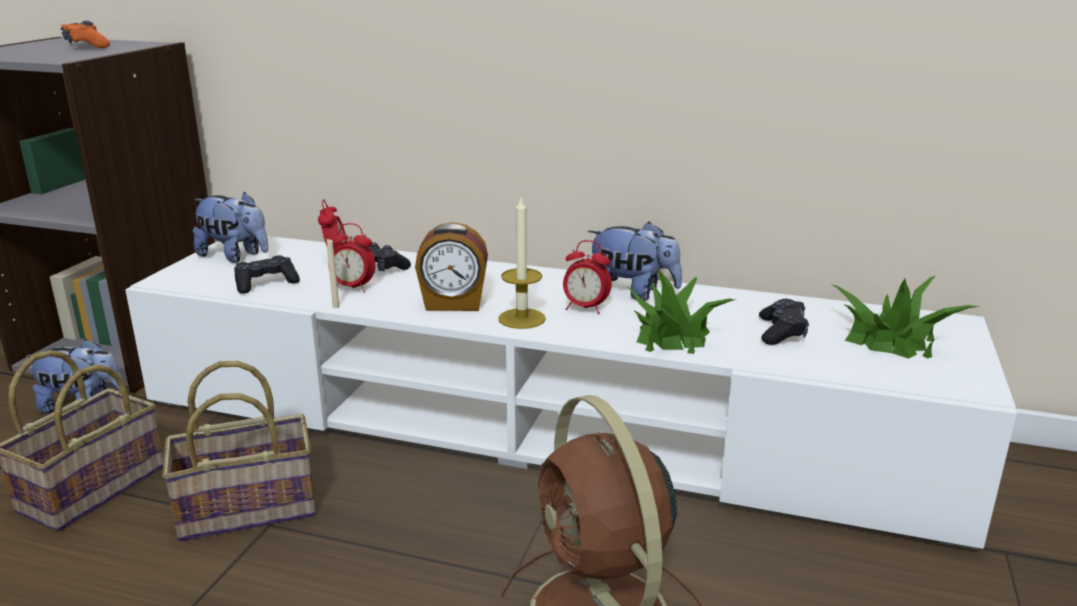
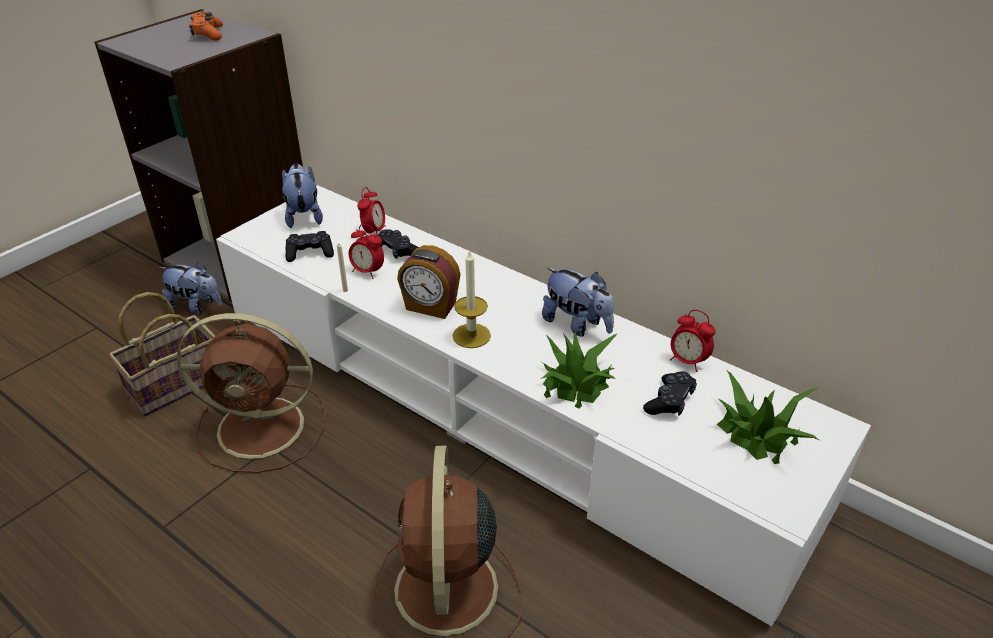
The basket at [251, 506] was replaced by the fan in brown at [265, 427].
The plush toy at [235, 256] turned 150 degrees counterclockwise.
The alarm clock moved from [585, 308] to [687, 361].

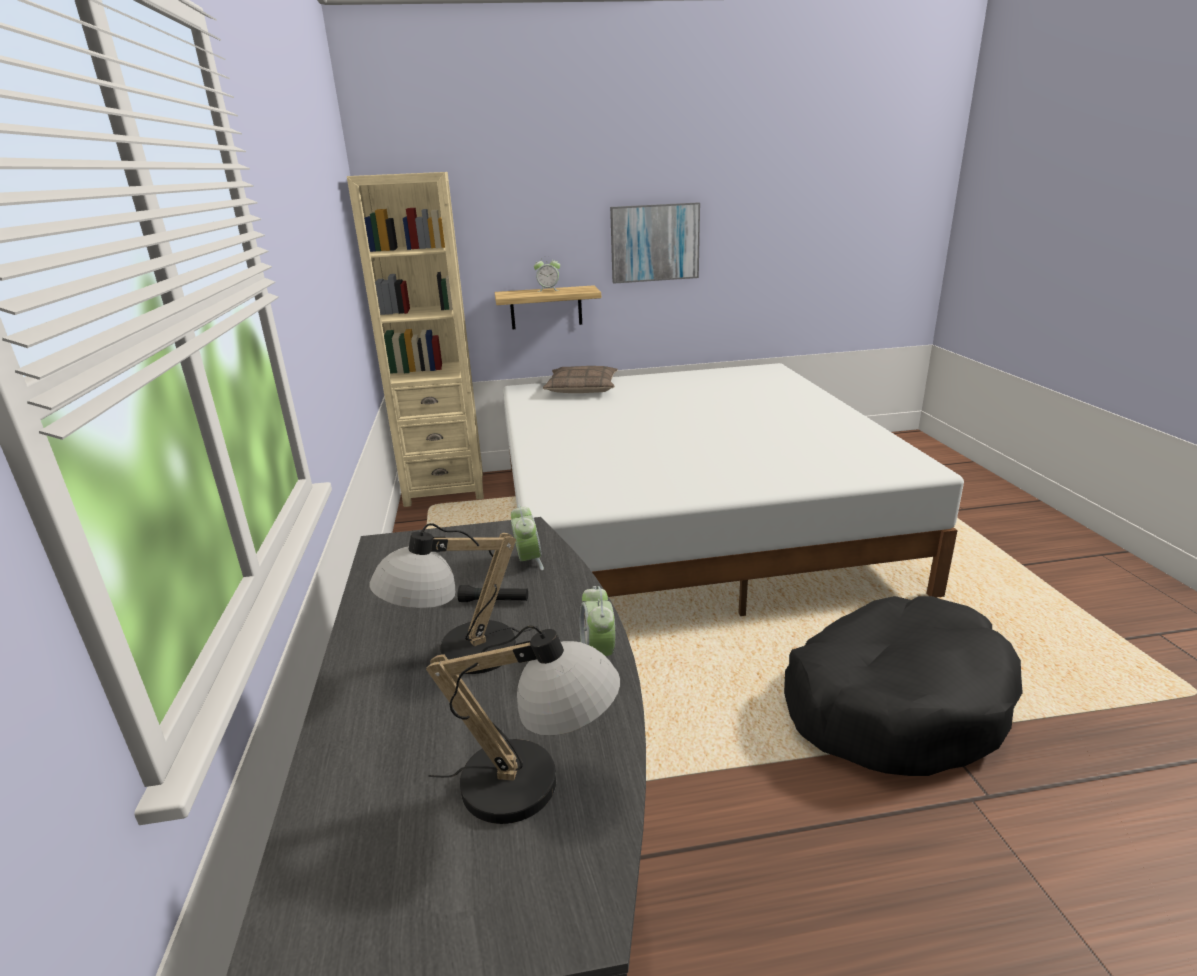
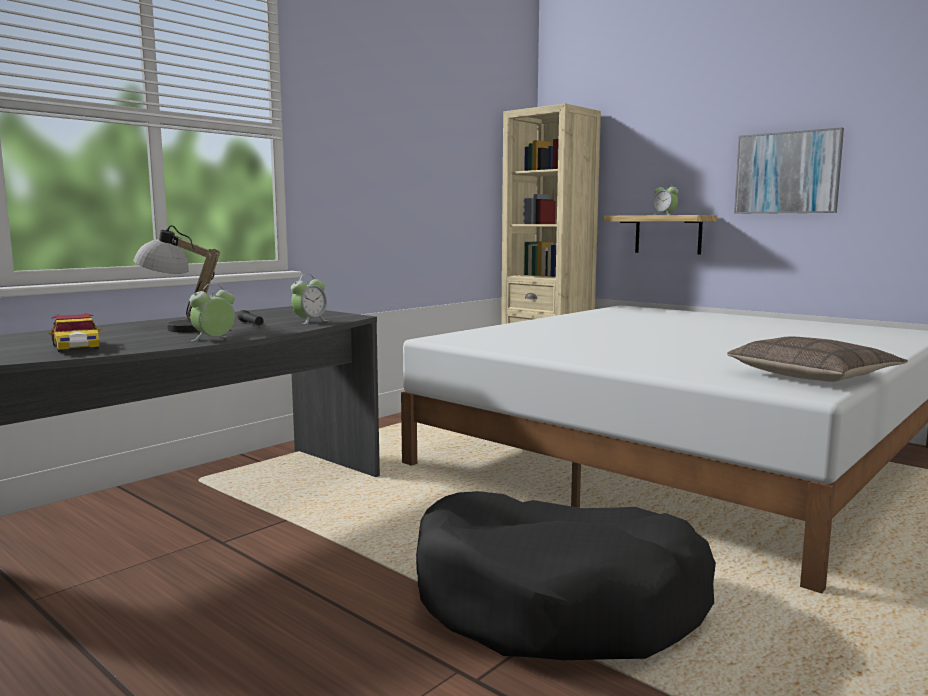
The table lamp at [536, 785] was replaced by the toy car at [76, 347].
The pillow moved from [582, 388] to [813, 375].

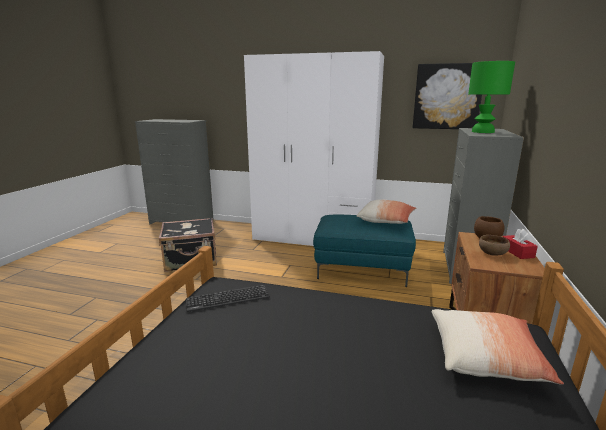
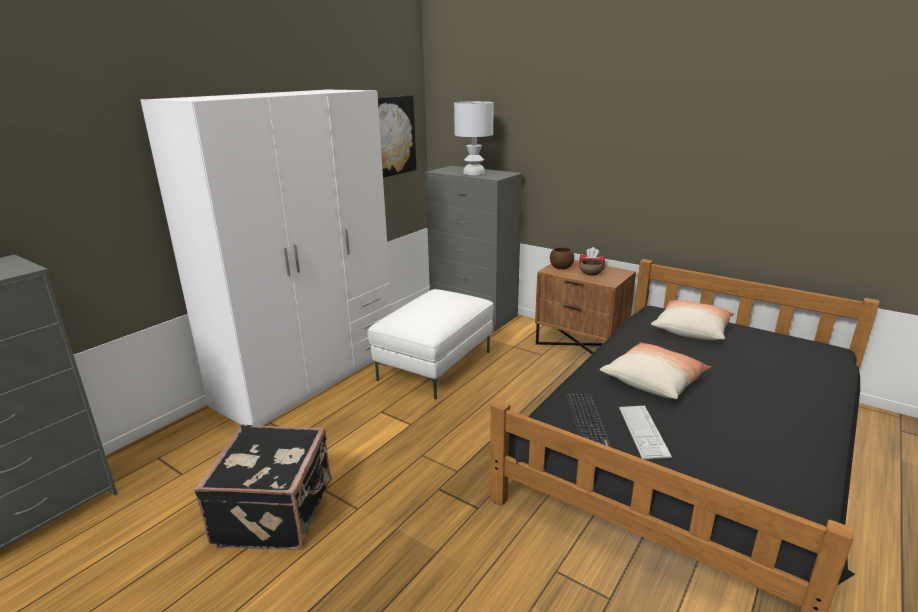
The ottoman in turquoise at [362, 269] became the ottoman in white at [434, 365].
The table lamp in green at [483, 132] became the table lamp in white at [473, 173].
The pillow moved from [386, 221] to [653, 381].
The keyboard at [643, 432] appeared.

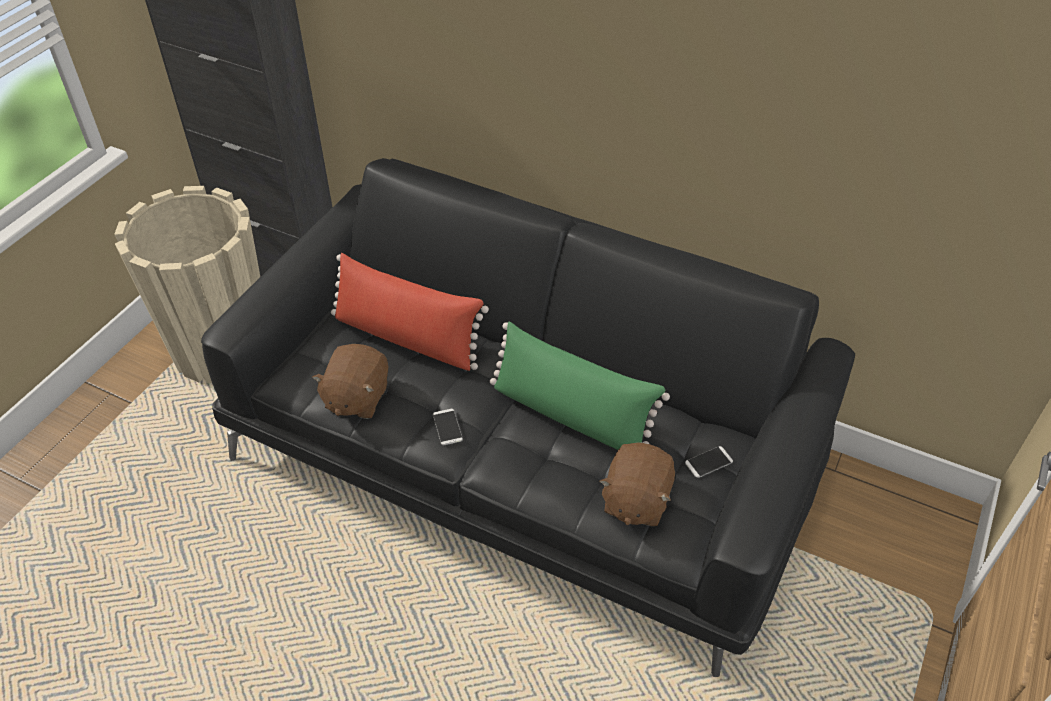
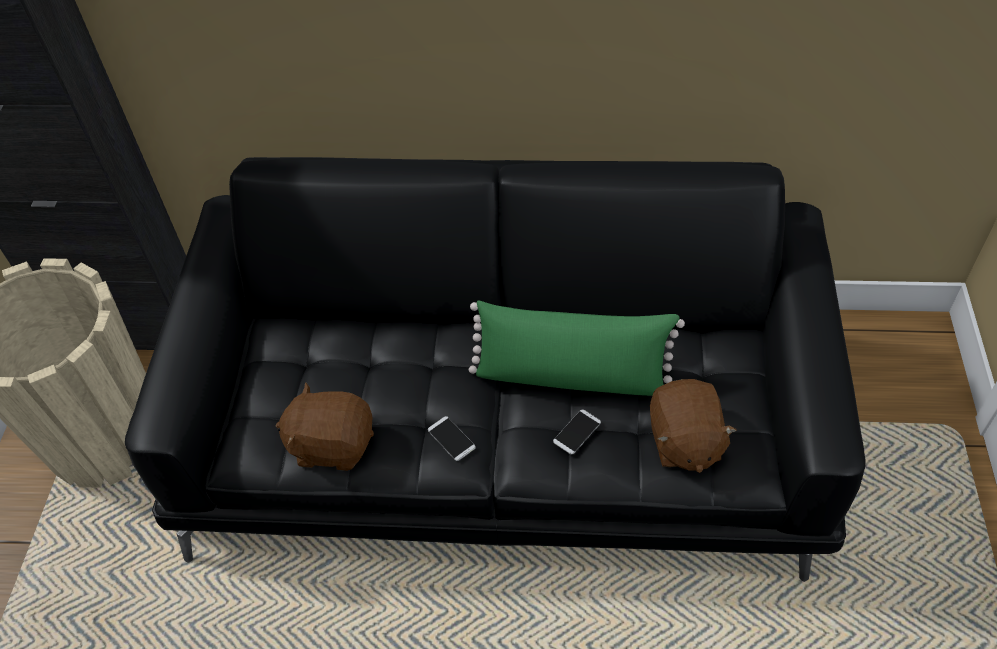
The plush toy in brown at [356, 398] turned 105 degrees clockwise.
The phone moved from [708, 462] to [577, 432].
The pillow in red at [407, 338] disappeared.

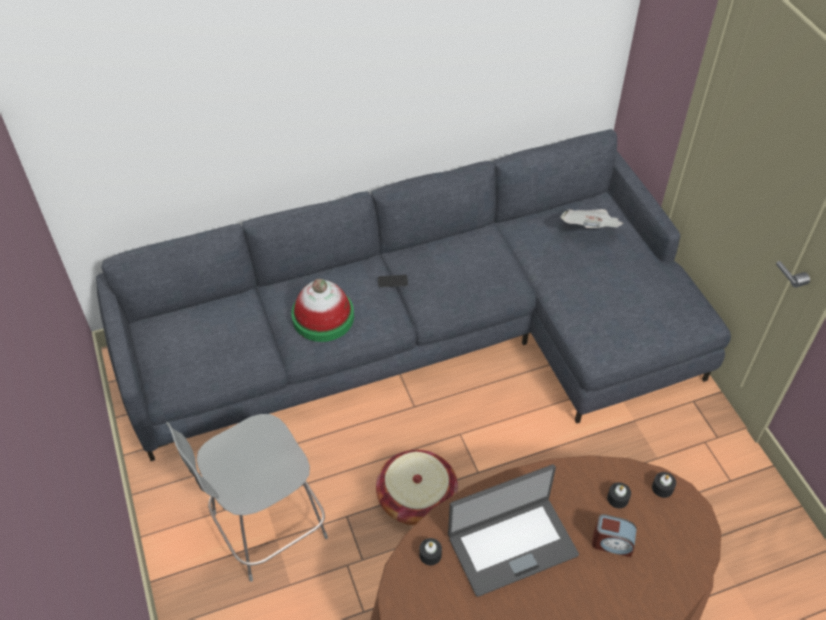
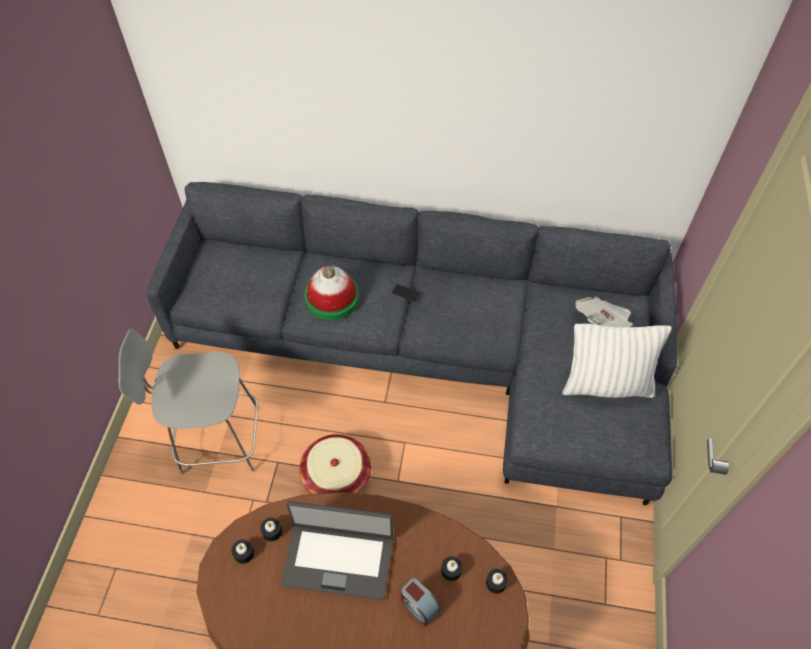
The candle in black at [244, 553] appeared.
The pillow in white at [606, 384] appeared.

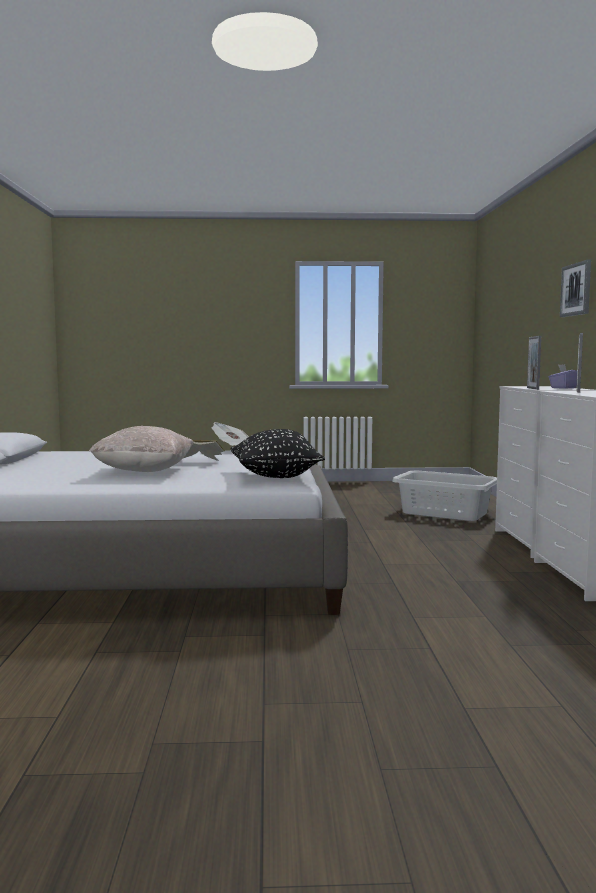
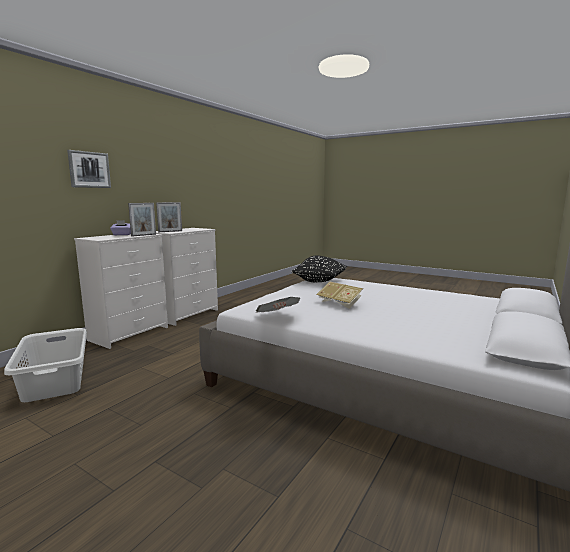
The pillow in beige at [144, 471] disappeared.

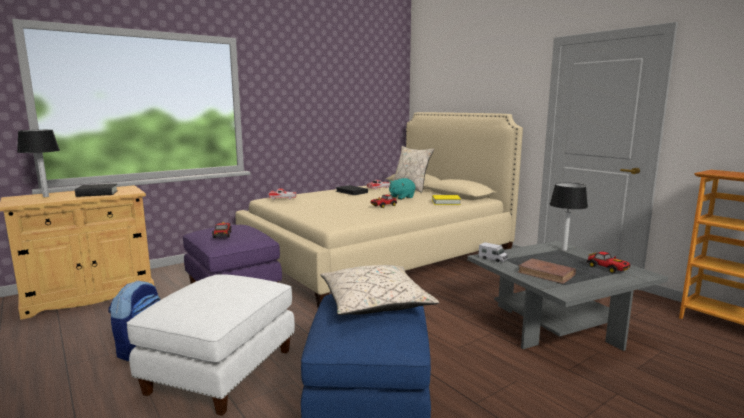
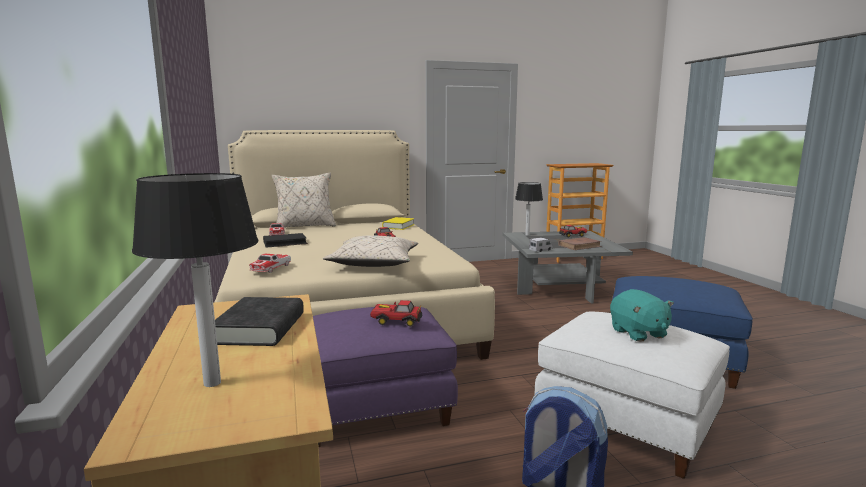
The pillow in beige moved from [375, 303] to [374, 264].
The plush toy in turquoise moved from [401, 197] to [638, 333].

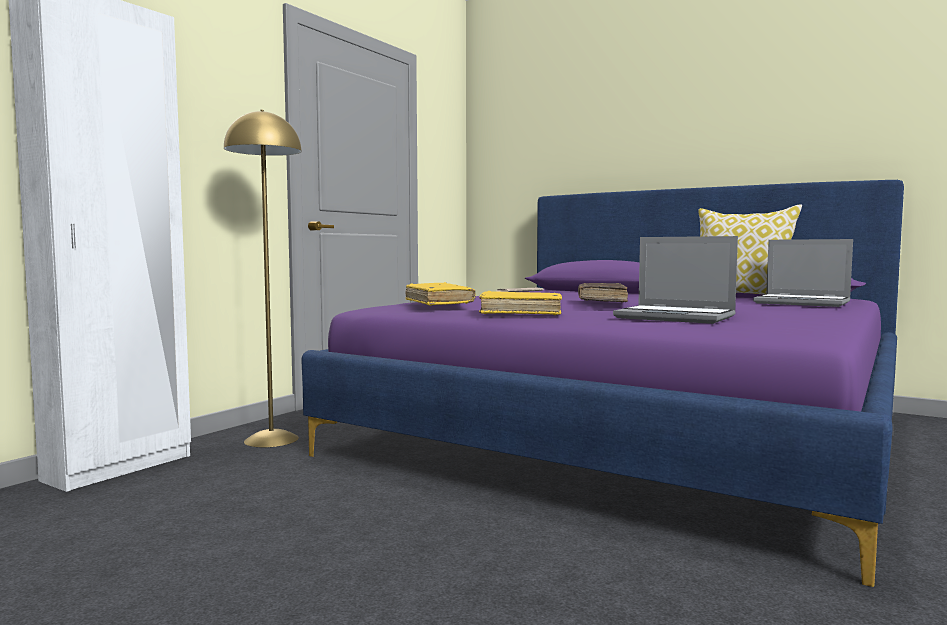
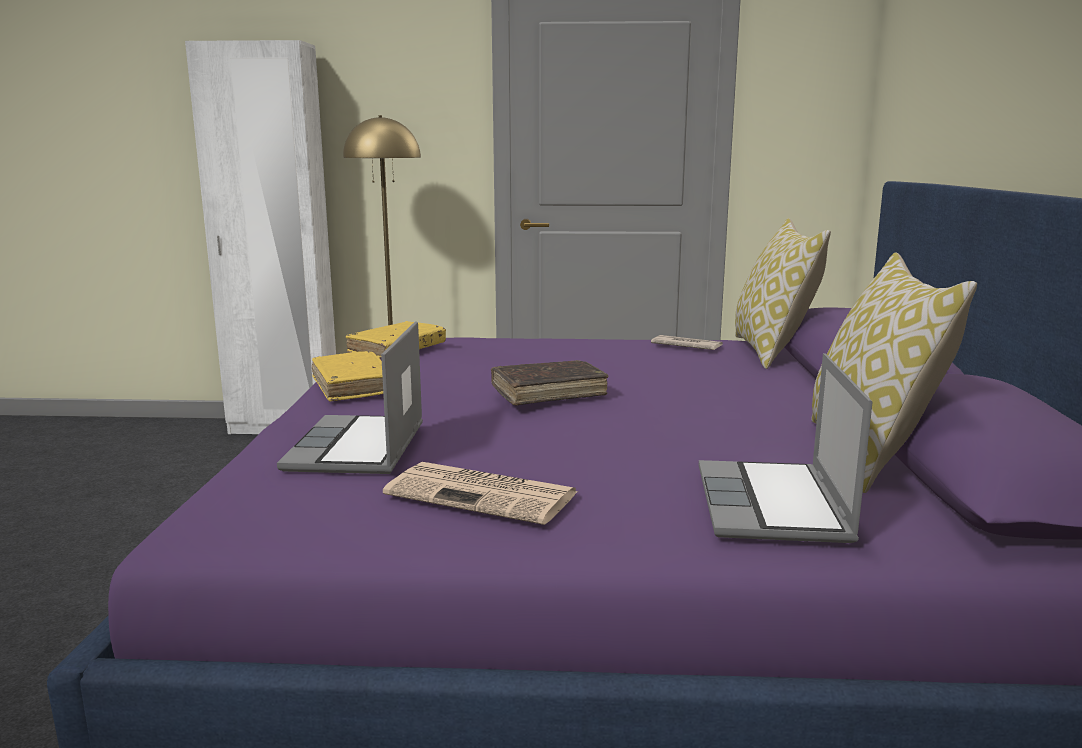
The newspaper at [484, 494] appeared.
The pillow at [772, 352] appeared.

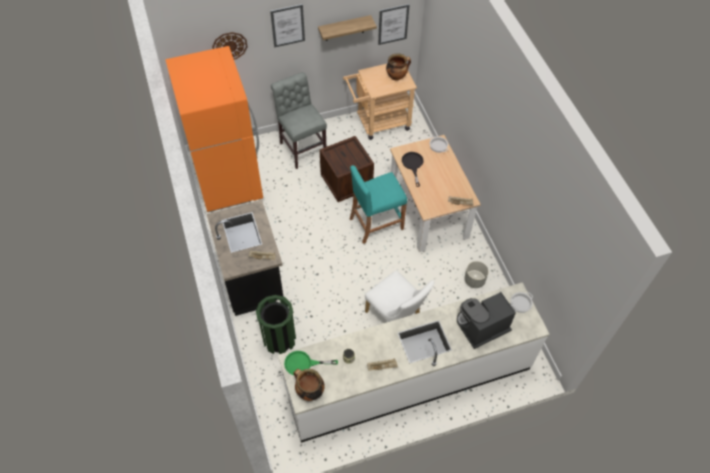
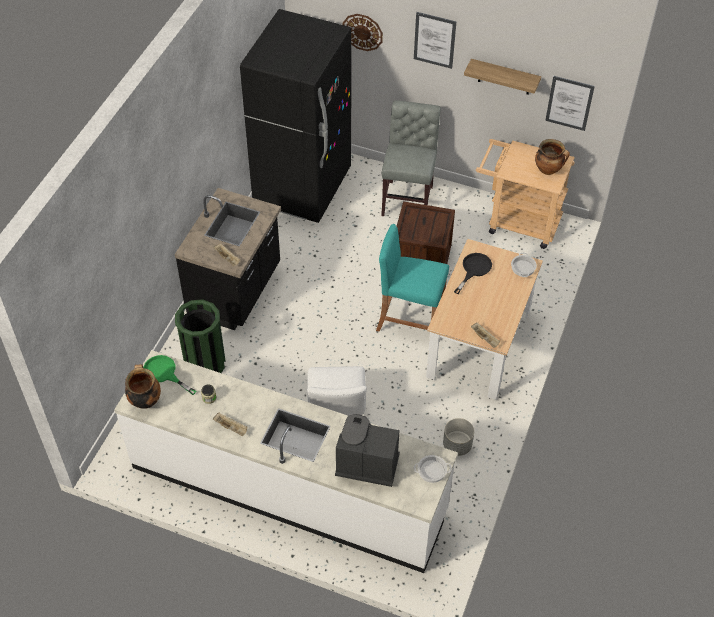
The fridge in orange at [228, 181] became the fridge in black at [302, 187].

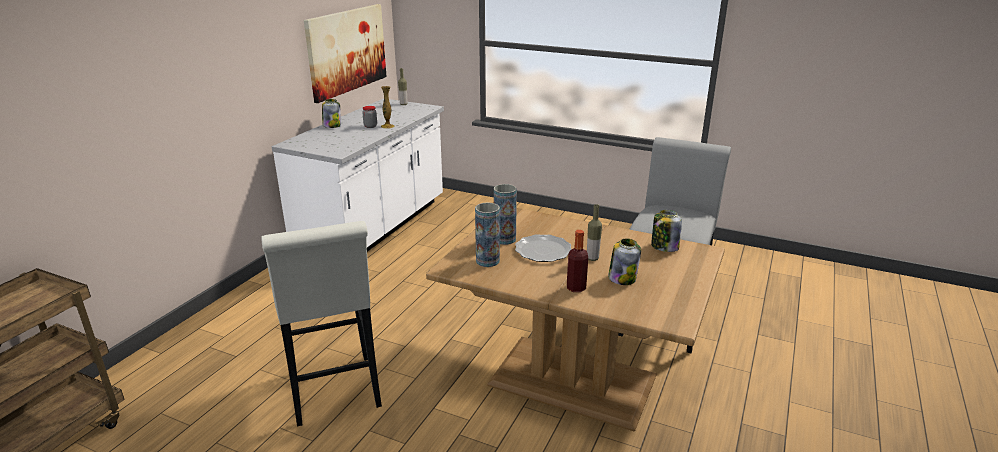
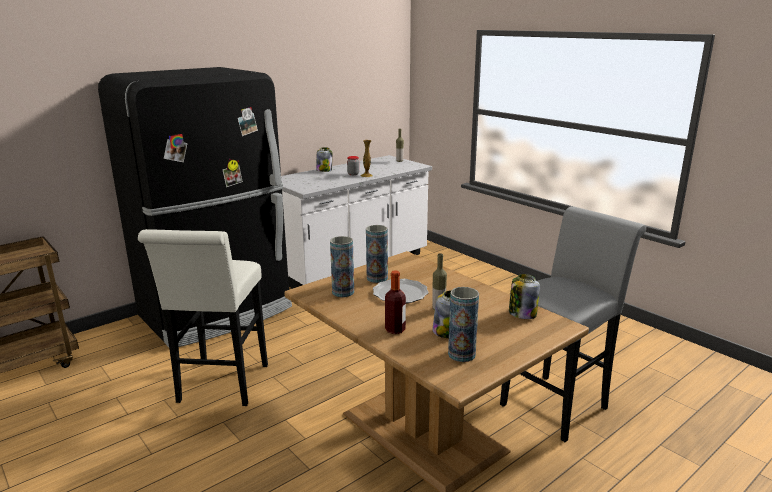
The fridge in black at [218, 312] appeared.
The vase at [461, 354] appeared.
The picture at [347, 51] disappeared.

